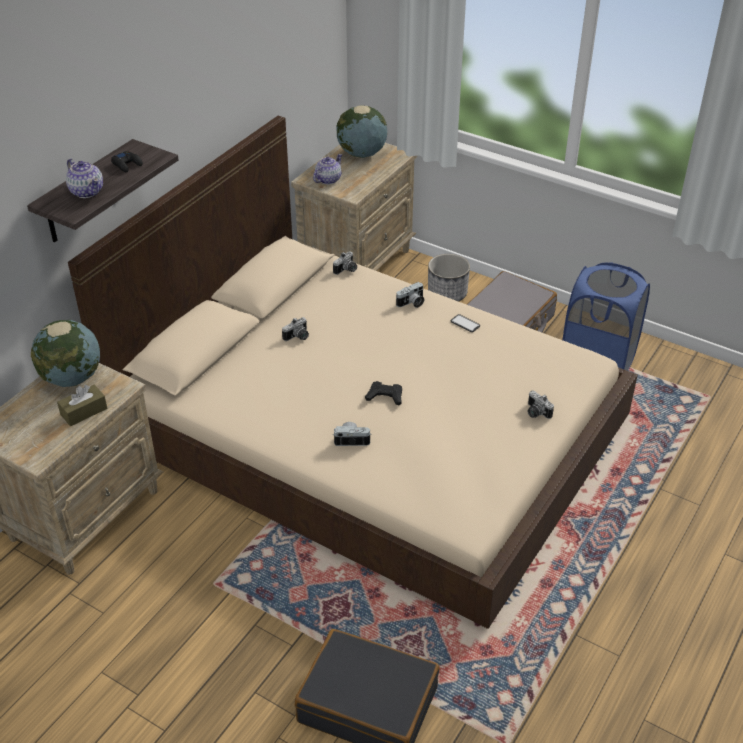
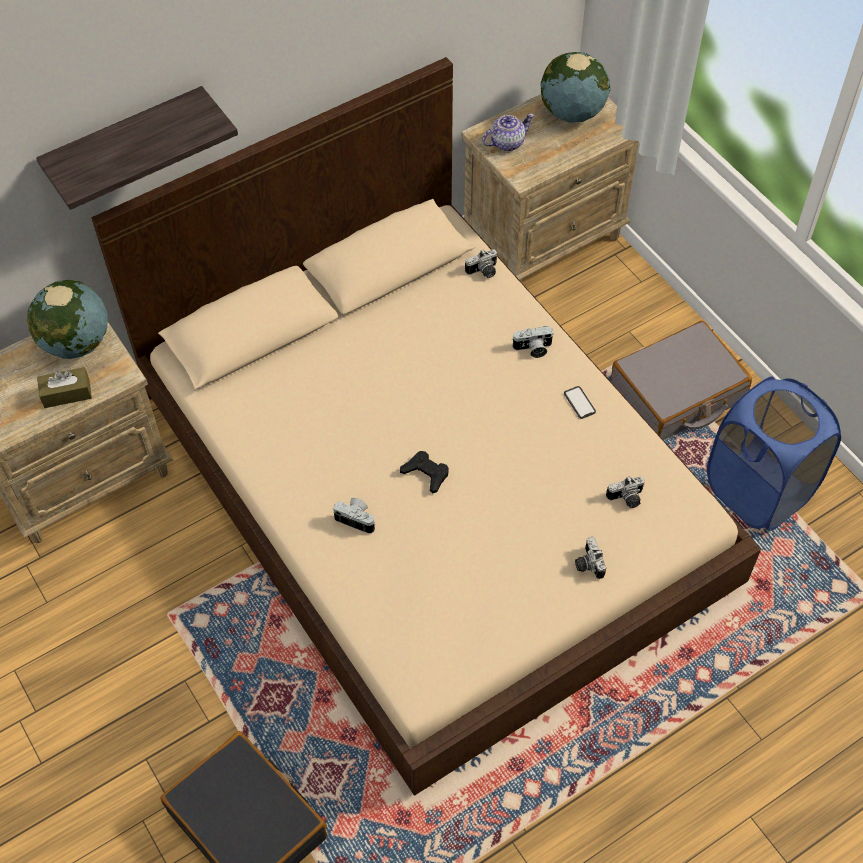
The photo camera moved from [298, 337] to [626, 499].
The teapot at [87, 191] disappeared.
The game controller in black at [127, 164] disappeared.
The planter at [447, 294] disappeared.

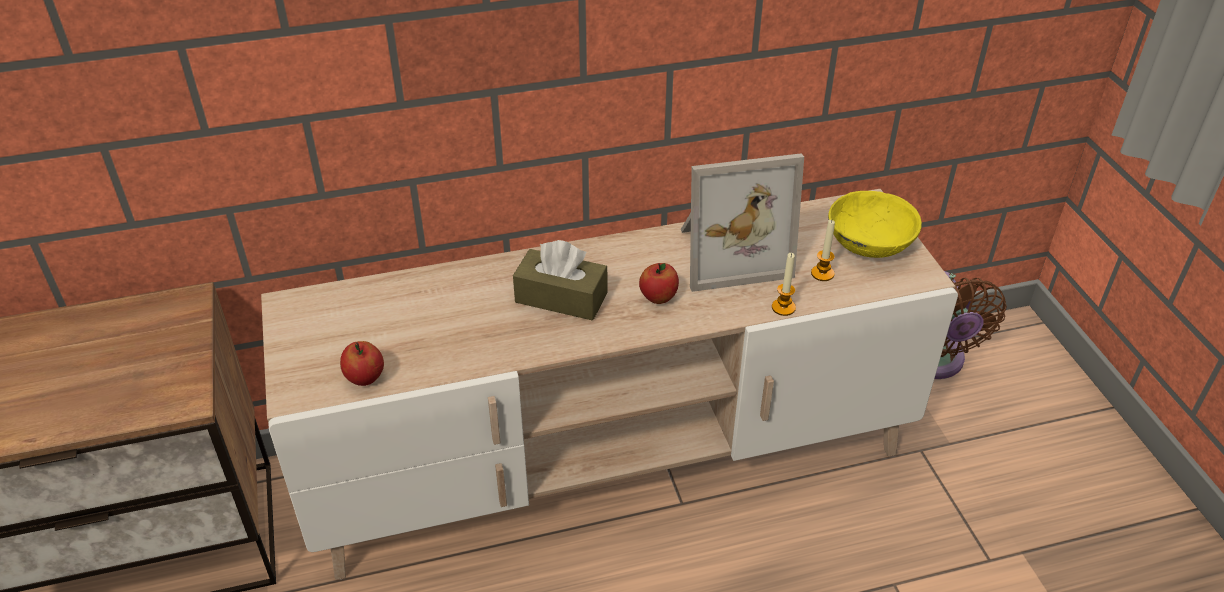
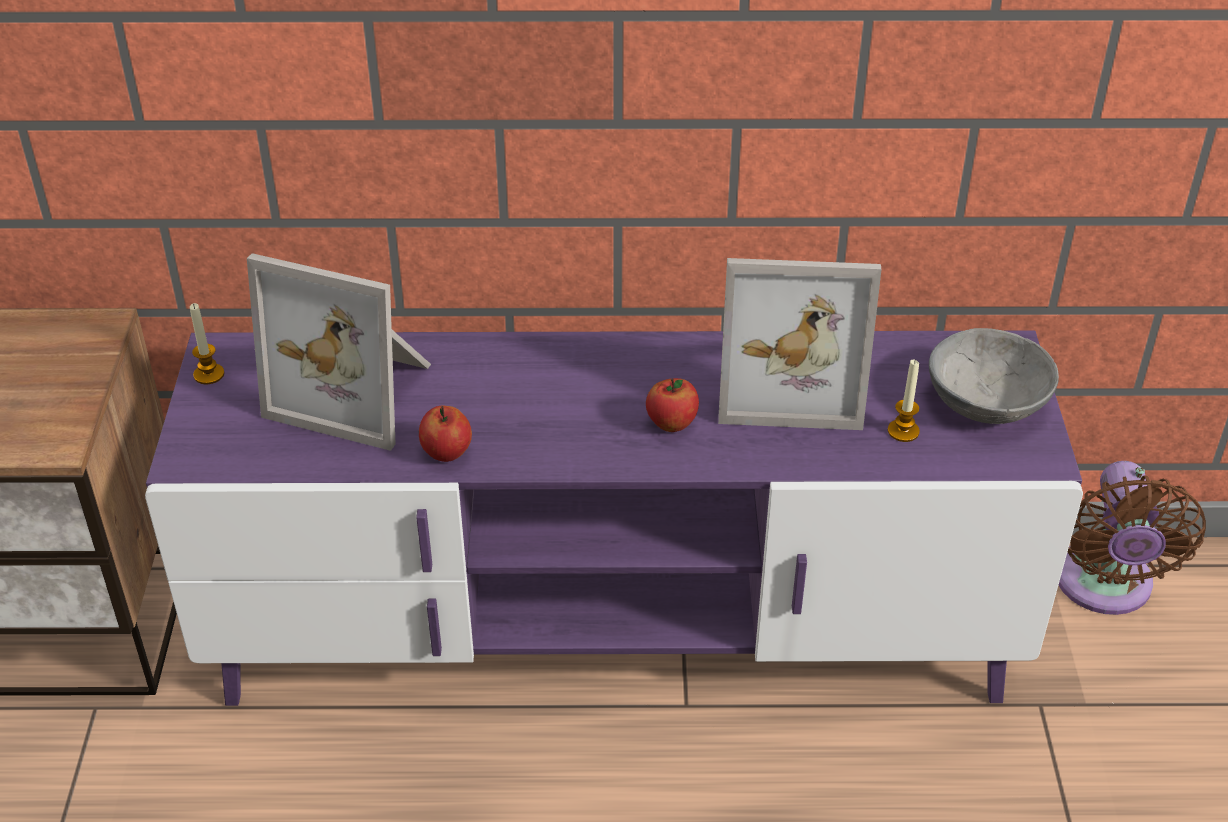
The tv stand in beige at [611, 459] became the tv stand in purple at [614, 630].
The candle moved from [783, 307] to [209, 374].
The picture frame at [357, 390] appeared.
The apple moved from [365, 378] to [447, 453].
The bowl in yellow at [868, 242] became the bowl in grey at [985, 401].
The tissue box in brown at [561, 298] disappeared.

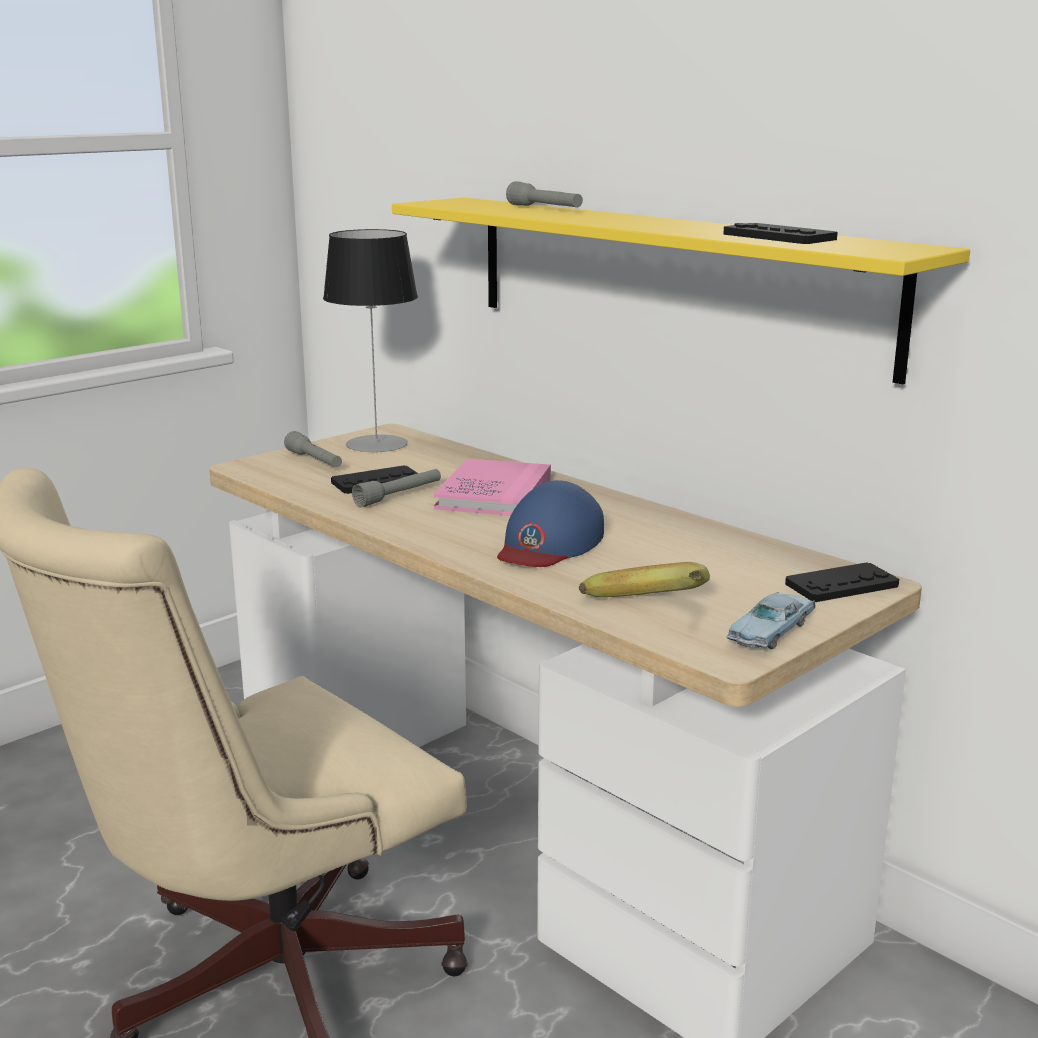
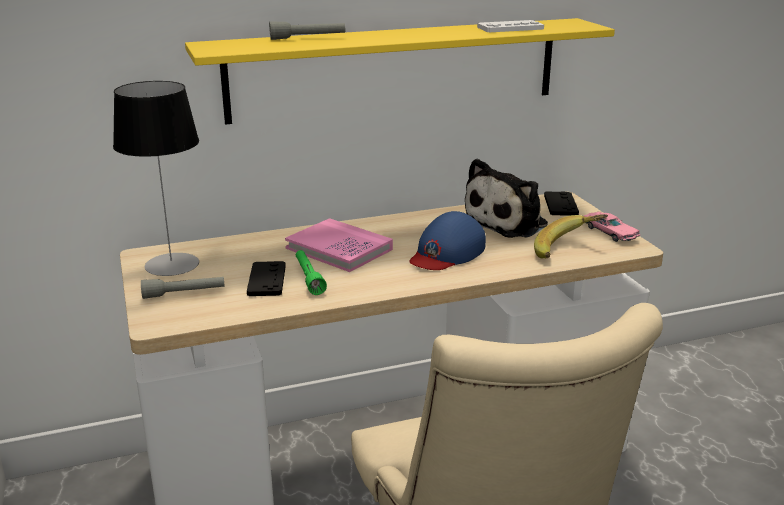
The flashlight in grey at [399, 496] became the flashlight in green at [308, 278].
The cap in blue at [549, 543] turned 75 degrees clockwise.
The plush toy at [508, 222] appeared.
The game controller in black at [779, 237] became the game controller in white at [510, 28].
The toy car in blue at [770, 631] became the toy car in pink at [608, 232].

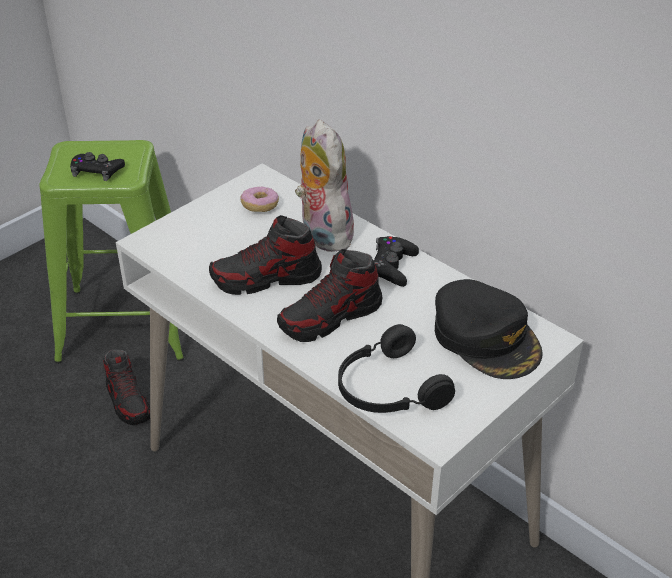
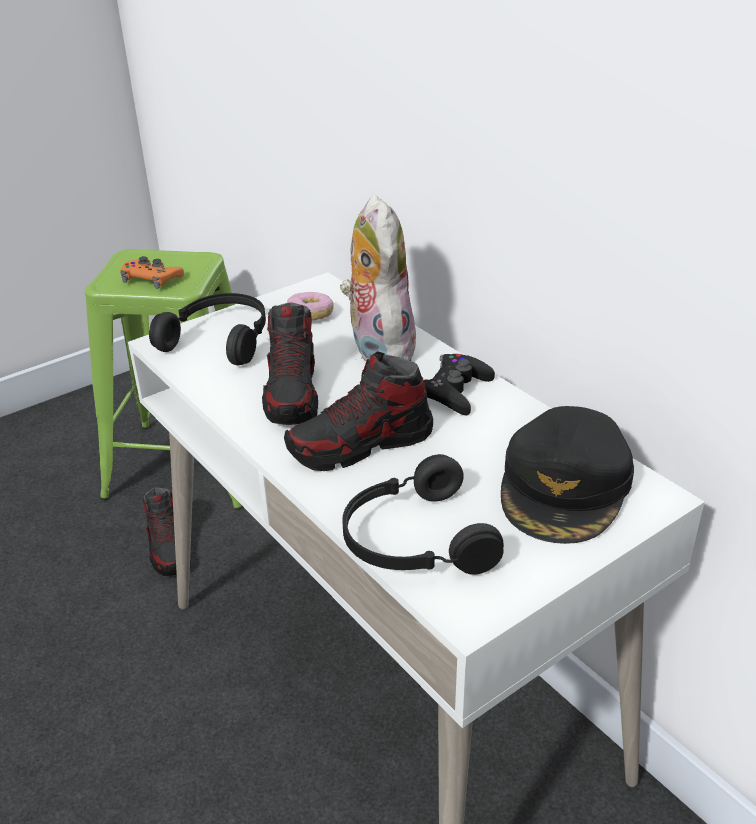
The game controller in black at [97, 171] became the game controller in orange at [151, 279].
The headphones in black at [220, 339] appeared.
The shoe at [266, 279] turned 90 degrees counterclockwise.
The cap in black at [486, 337] turned 45 degrees clockwise.

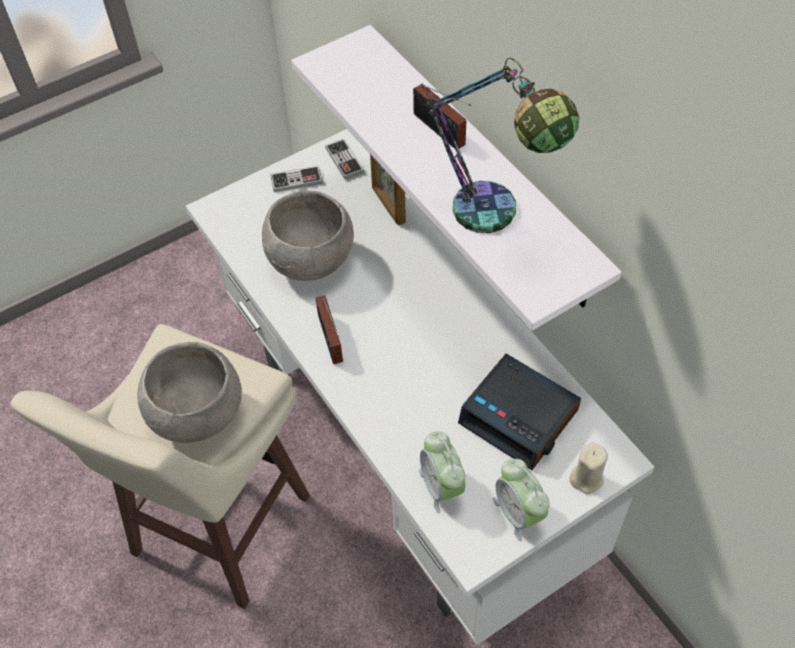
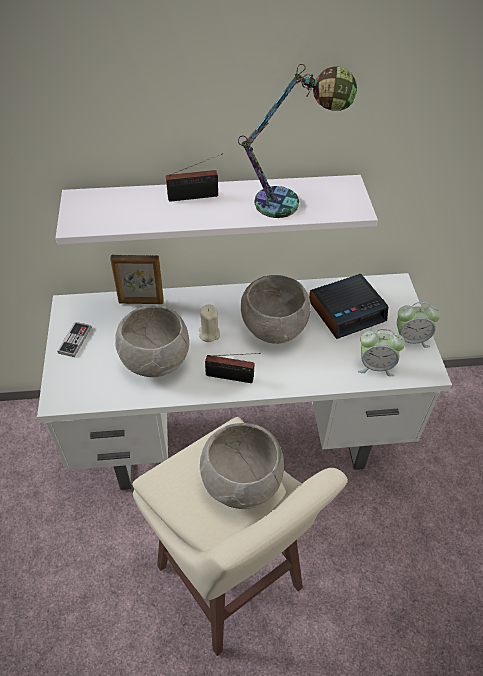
The candle in beige moved from [586, 478] to [209, 334].
The bowl in grey at [273, 329] appeared.
The game controller at [344, 160] disappeared.

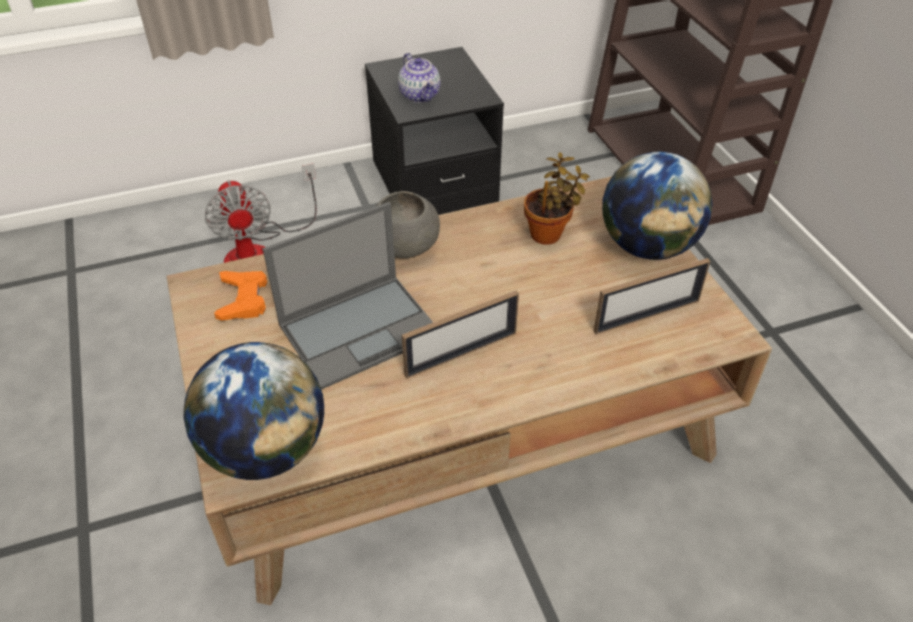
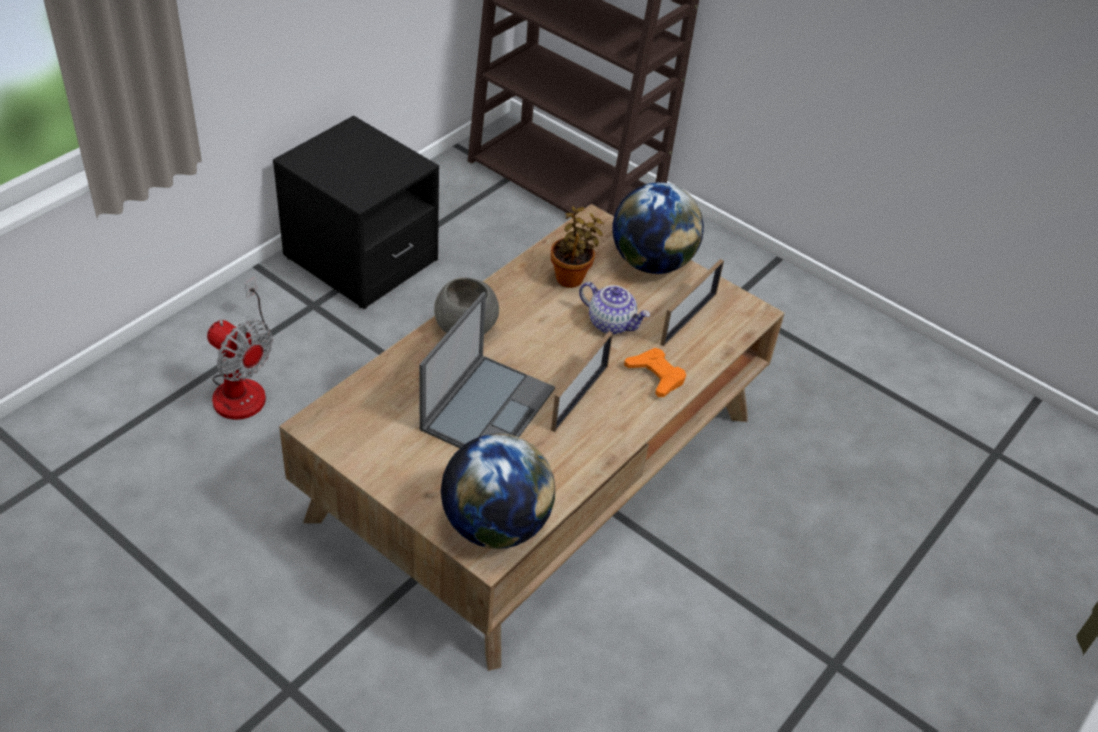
The teapot moved from [420, 95] to [611, 323].
The game controller in orange moved from [243, 299] to [656, 376].

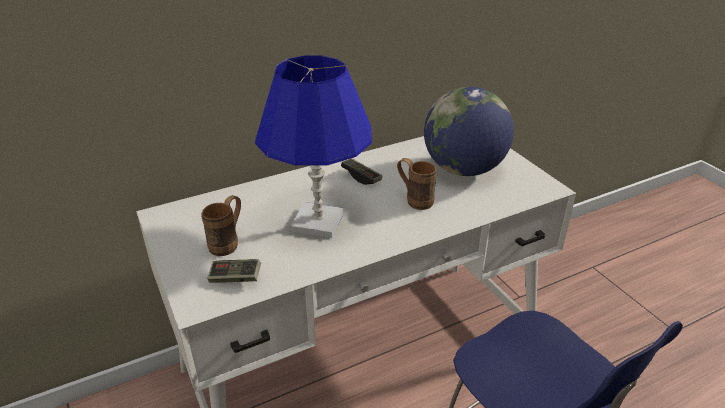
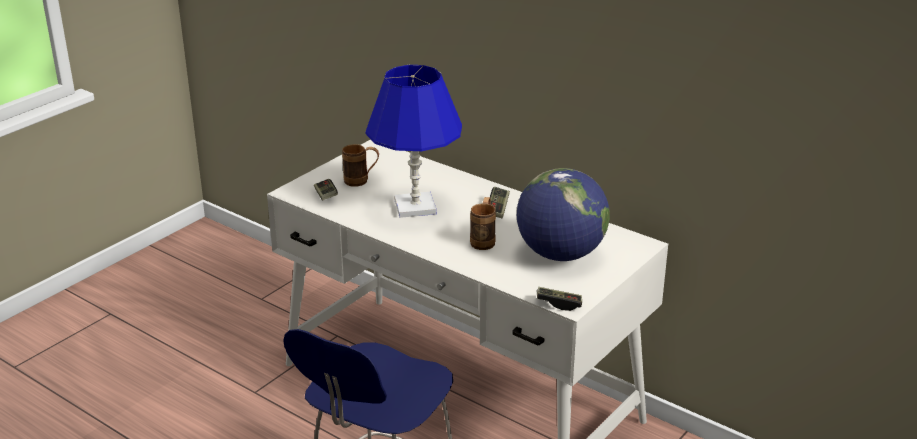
The game controller at [559, 304] appeared.

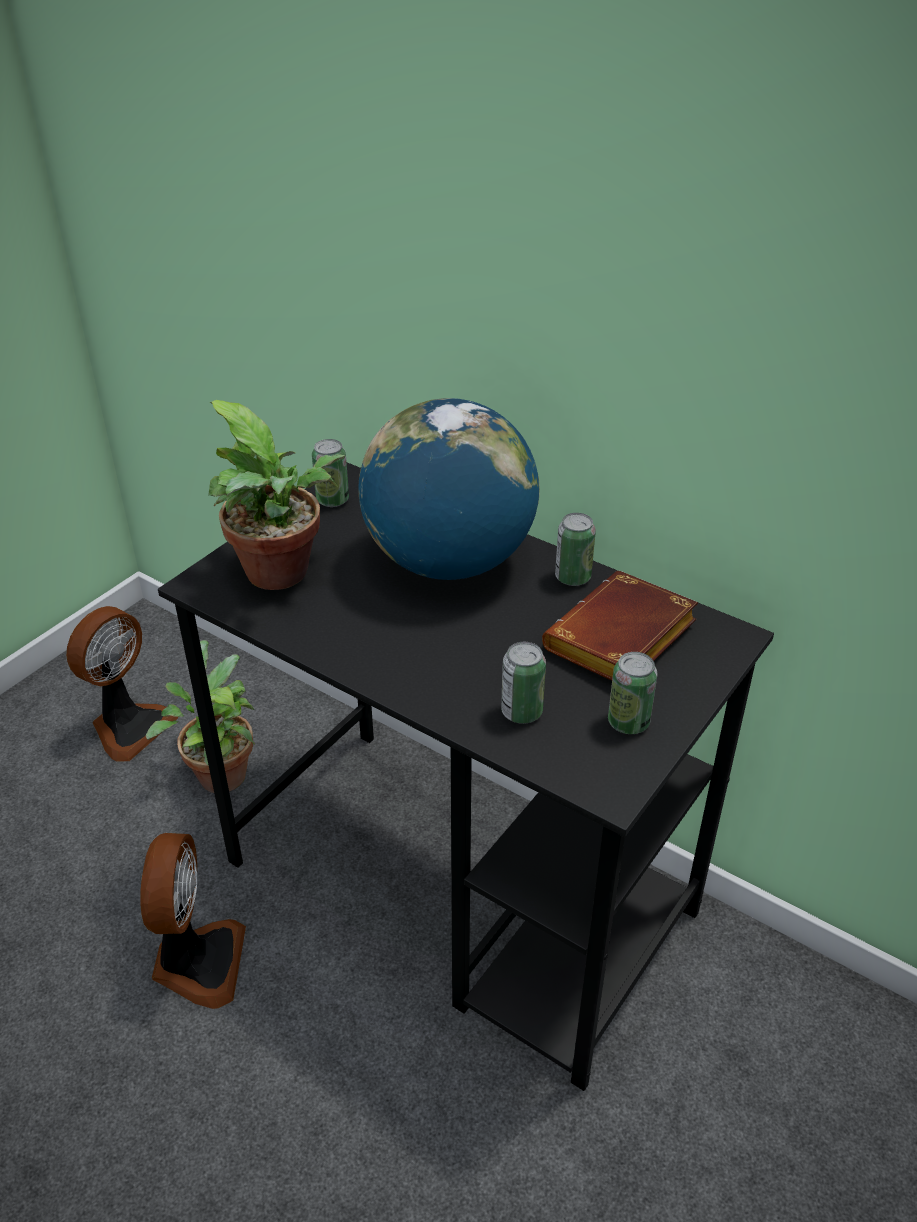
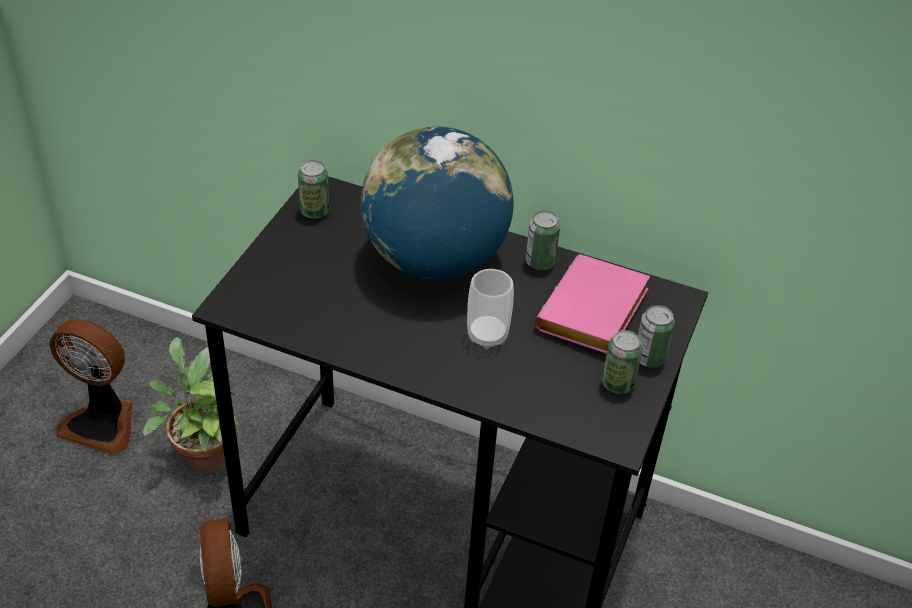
The fan at [129, 726] turned 90 degrees clockwise.
The cup at [487, 335] appeared.
The book in brown at [621, 642] became the book in pink at [594, 315].
The can moved from [521, 712] to [649, 358].
The potted plant at [283, 575] disappeared.

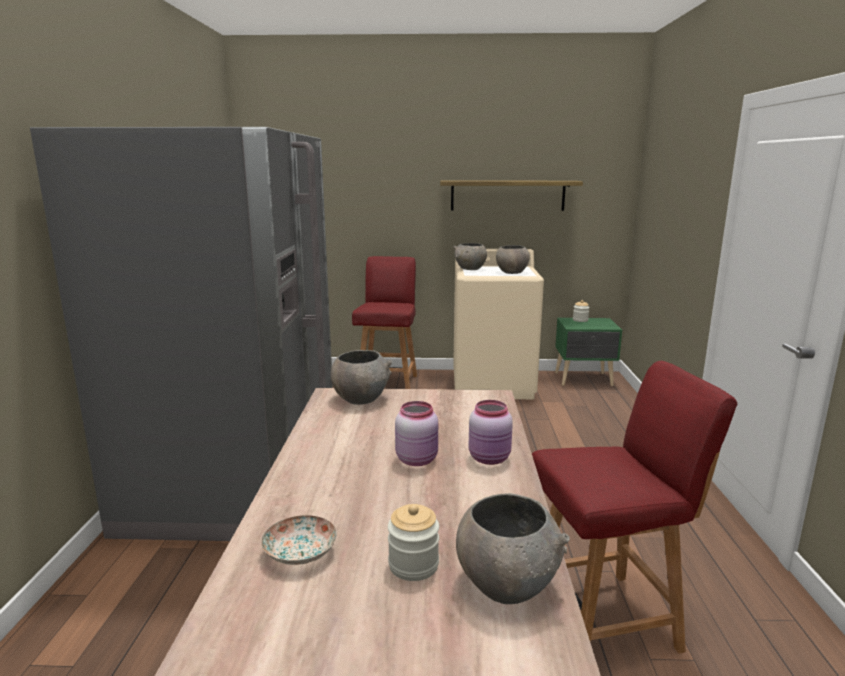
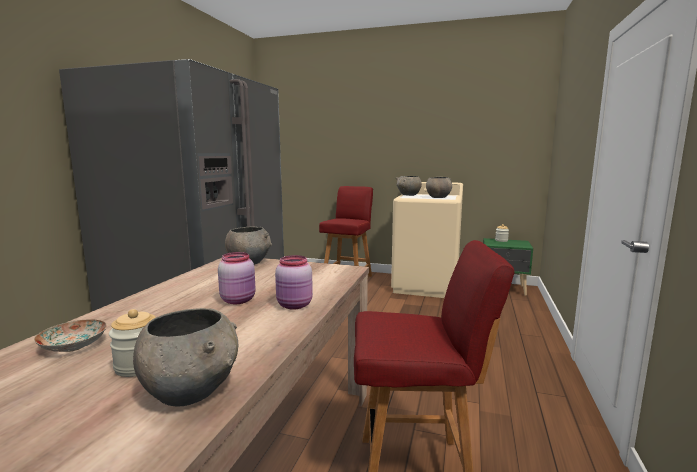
The shelf at [507, 195] disappeared.

